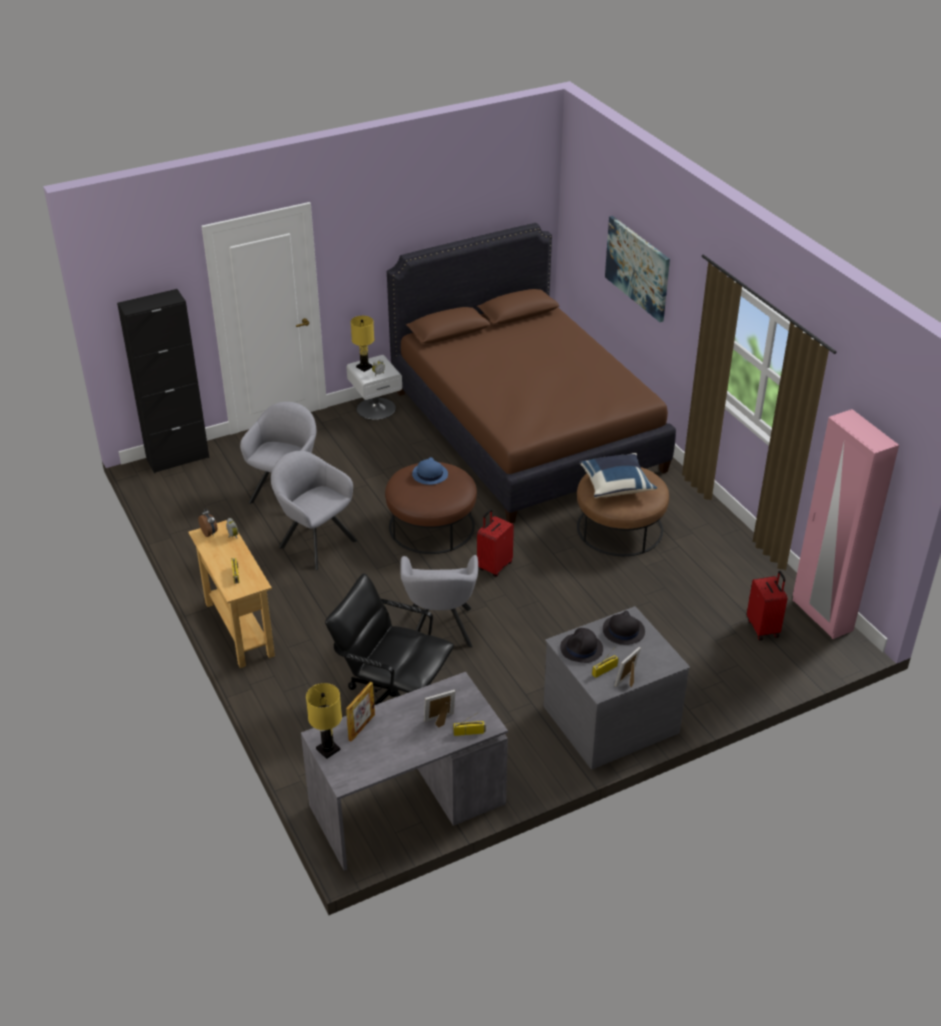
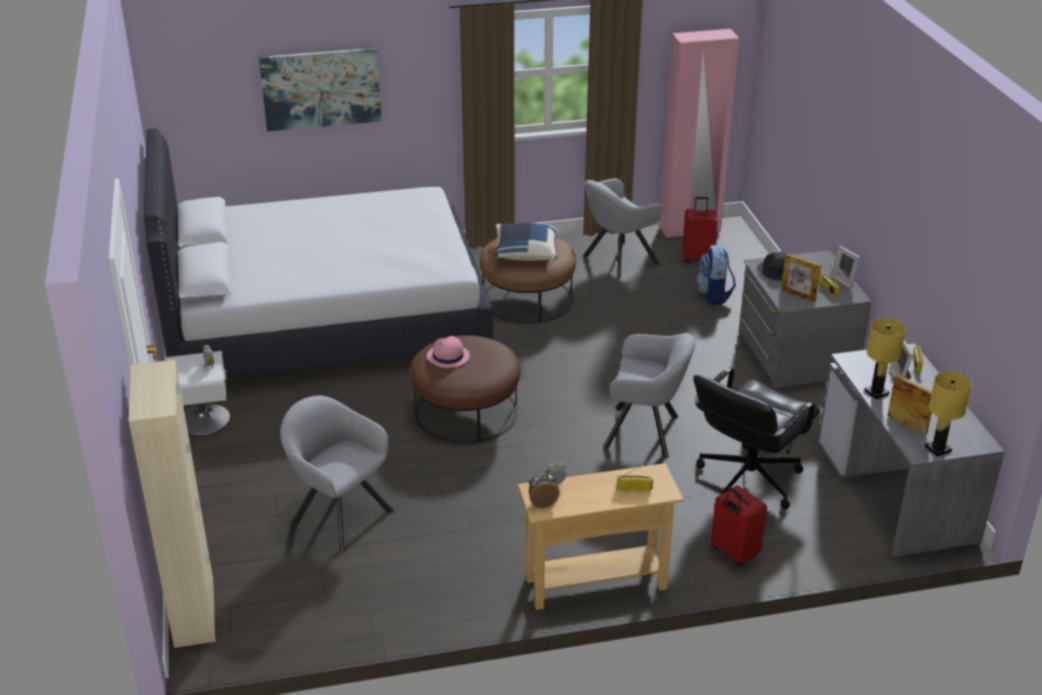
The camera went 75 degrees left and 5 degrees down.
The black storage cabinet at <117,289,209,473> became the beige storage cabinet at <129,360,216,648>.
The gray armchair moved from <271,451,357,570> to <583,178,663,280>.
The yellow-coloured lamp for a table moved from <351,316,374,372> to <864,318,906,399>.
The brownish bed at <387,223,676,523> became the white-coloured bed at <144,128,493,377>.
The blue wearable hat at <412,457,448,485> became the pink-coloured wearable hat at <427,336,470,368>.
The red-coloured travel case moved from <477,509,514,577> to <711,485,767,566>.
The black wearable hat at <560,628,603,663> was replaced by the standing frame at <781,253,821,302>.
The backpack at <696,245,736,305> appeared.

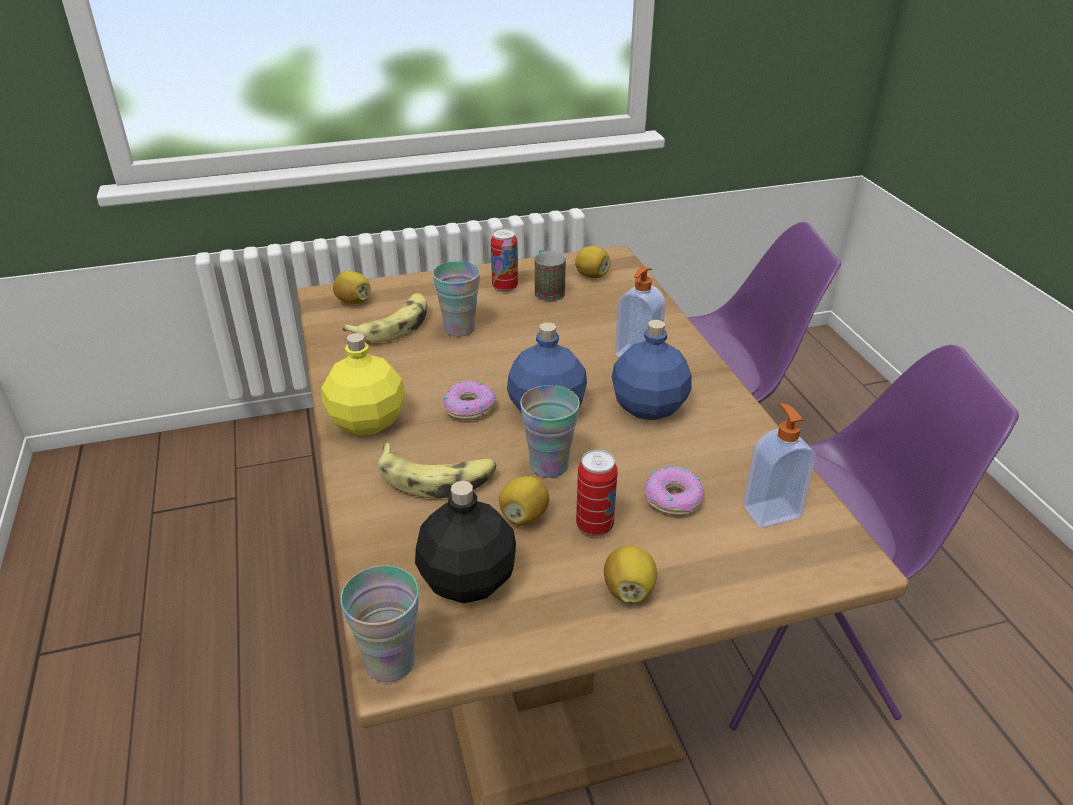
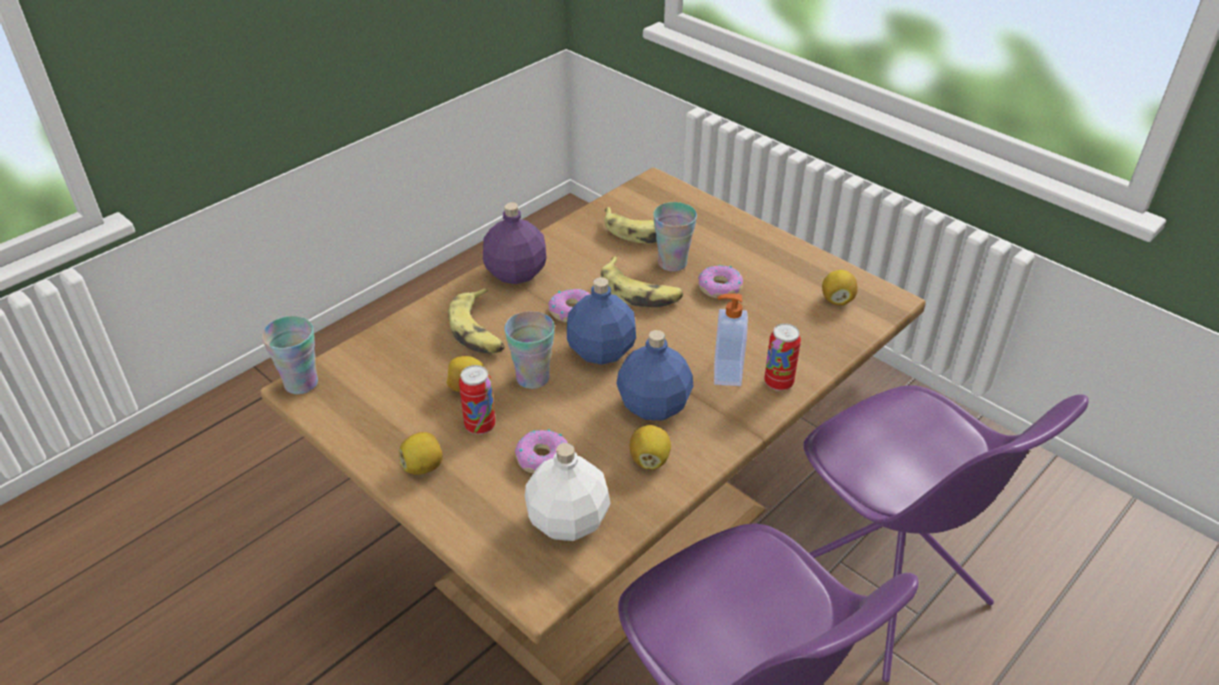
The camera went 60 degrees right and 5 degrees up.
The yellow-coloured drink bottle at <321,333,405,436> became the purple drink bottle at <483,202,547,284>.
The whole lemon moved from <333,271,371,304> to <630,425,671,469>.
The black drink bottle at <415,481,516,603> disappeared.
The metal can moved from <491,228,518,292> to <764,323,801,391>.
The tea mug at <535,250,566,301> disappeared.
The liquid soap bottle at <743,403,816,528> was replaced by the white-coloured drink bottle at <525,443,610,541>.
The whole banana at <601,256,683,308> appeared.
The ring doughnut at <698,264,743,298> appeared.

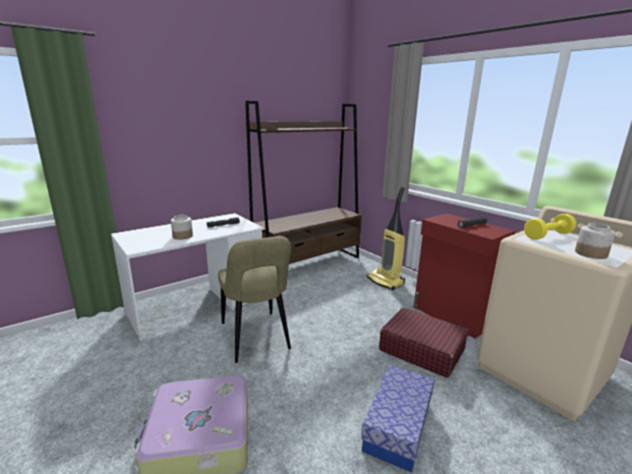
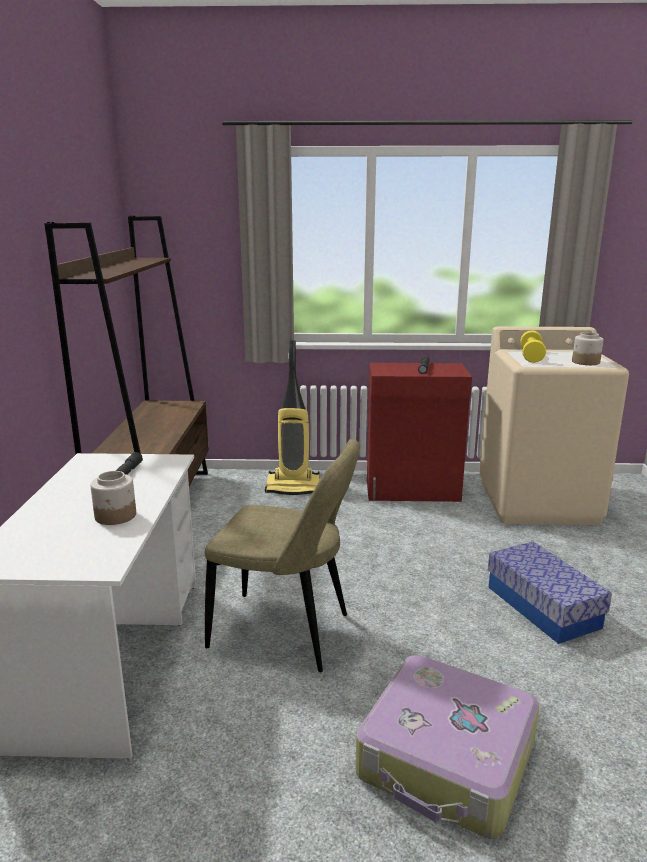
The camera went 50 degrees left and 0 degrees up.
The red-coloured travel case at <379,308,469,378> disappeared.

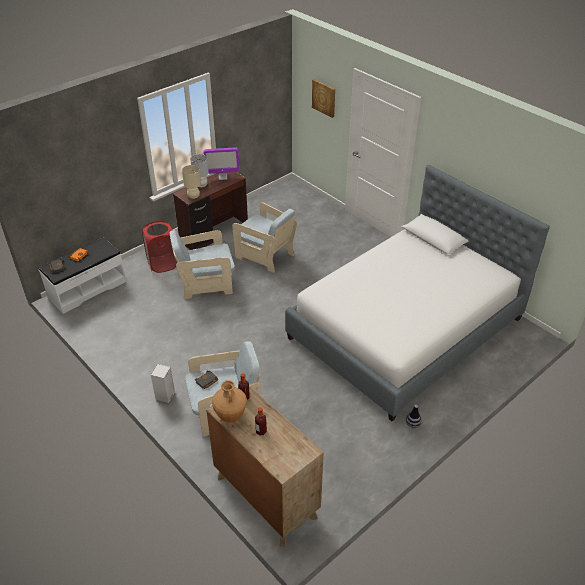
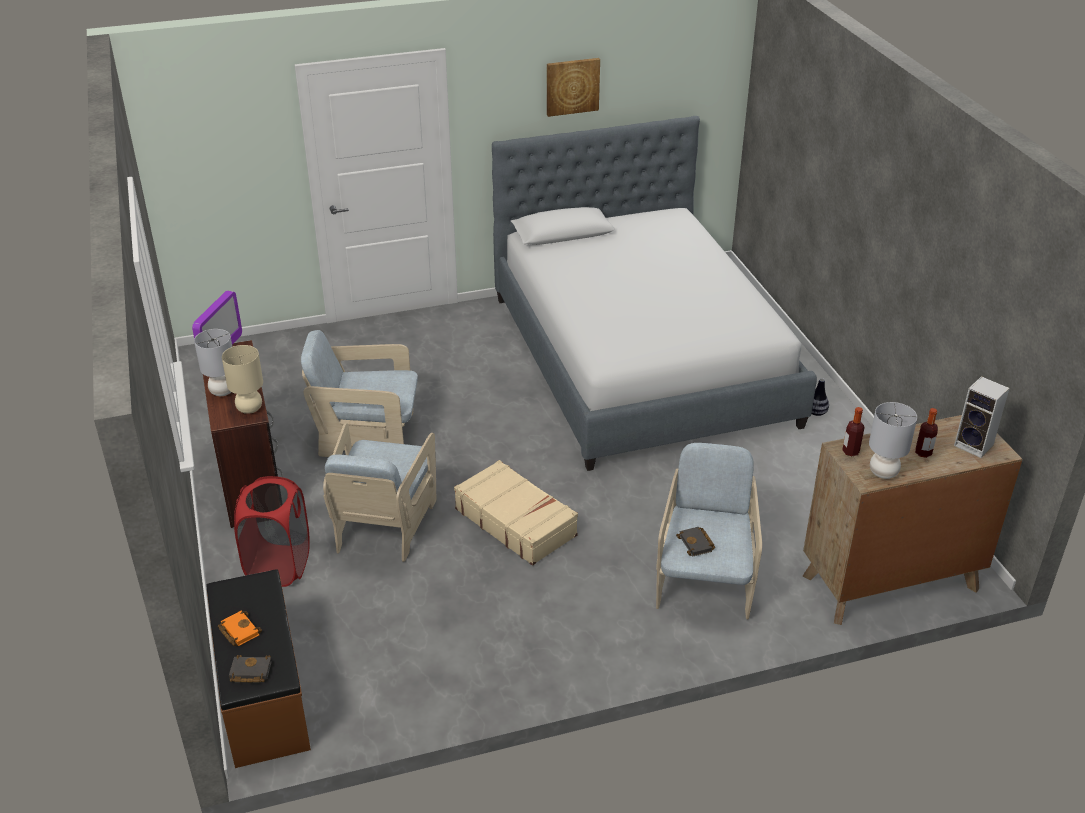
The camera went 65 degrees left and 5 degrees down.
The white-coloured long seat at <38,238,126,314> became the brownish long seat at <206,569,311,768>.
The loudspeaker moved from <151,364,175,403> to <954,376,1009,458>.
The brownish vase at <212,380,247,423> was replaced by the gray lamp for a table at <869,402,917,479>.
The beige armchair at <232,203,297,273> turned 150 degrees counterclockwise.
The wall picture moved from <312,79,335,118> to <547,58,600,117>.
The beige travel case at <454,460,578,566> appeared.

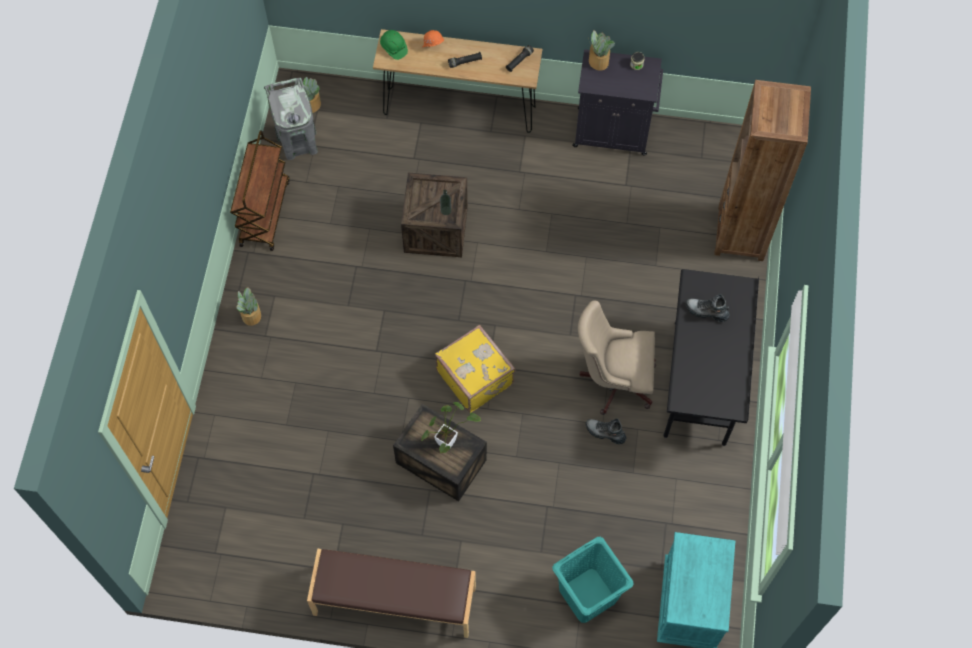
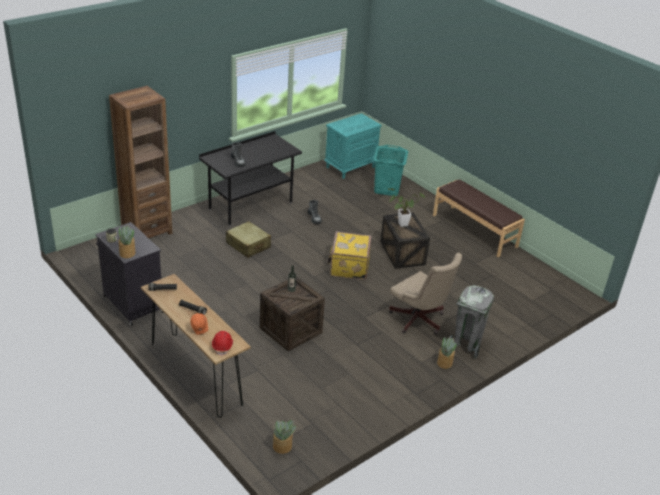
The camera went 140 degrees left and 30 degrees down.
The brownish trolley at <230,130,290,251> disappeared.
The gray trash can moved from <264,78,318,160> to <450,286,494,359>.
The greenish work helmet at <380,30,408,60> became the red-coloured work helmet at <212,331,233,356>.
The beige office chair moved from <578,300,656,415> to <389,253,462,334>.
The beige travel case at <226,221,271,258> appeared.

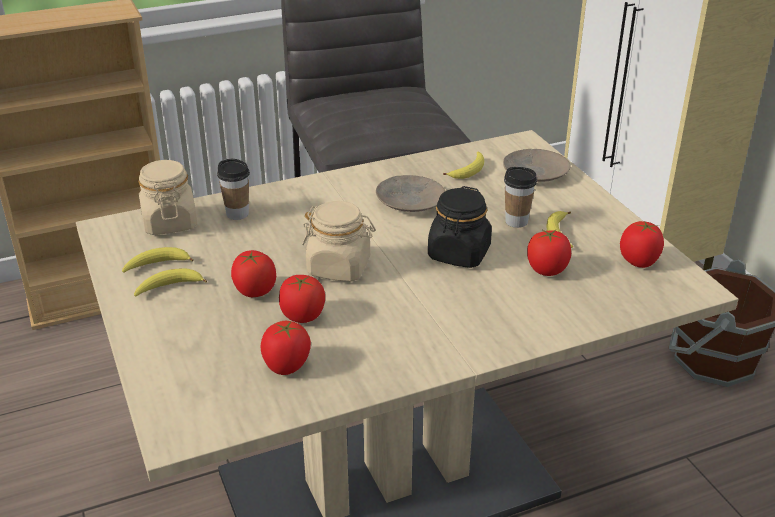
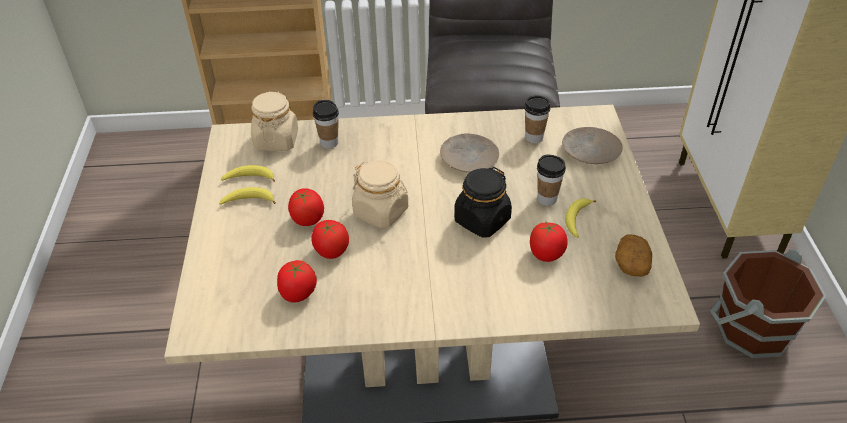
The camera went 20 degrees right and 10 degrees up.
The whole banana at <443,152,484,179> was replaced by the cup at <524,95,551,143>.
The fresh tomato at <620,221,664,268> was replaced by the whole potato at <615,235,652,277>.

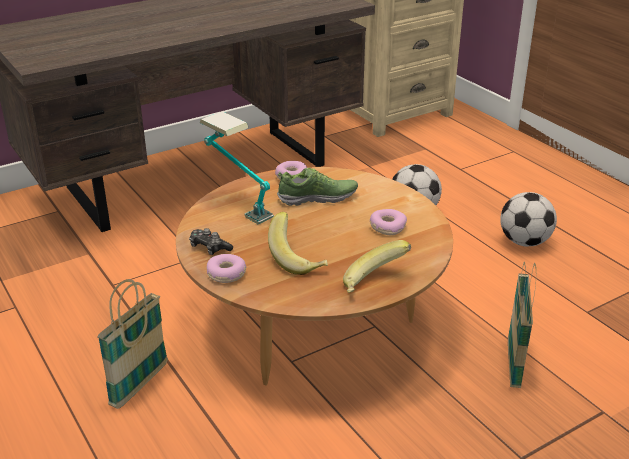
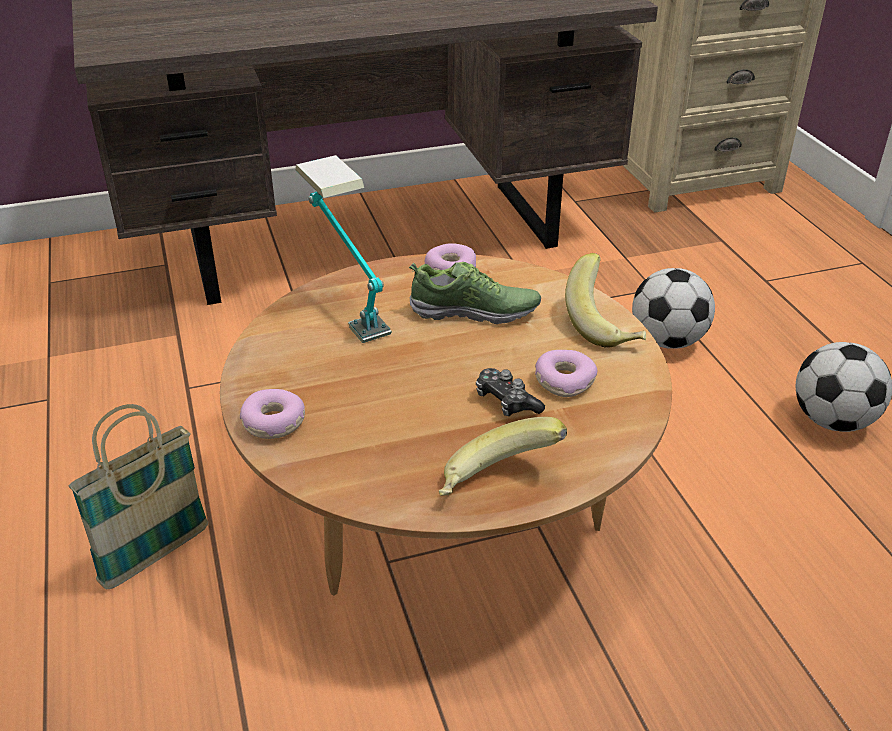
The camera went 15 degrees right and 5 degrees up.
The game controller moved from <189,228,233,255> to <476,368,545,416>.
The whole banana moved from <268,212,328,275> to <565,253,646,347>.
The basket at <508,262,536,388> disappeared.

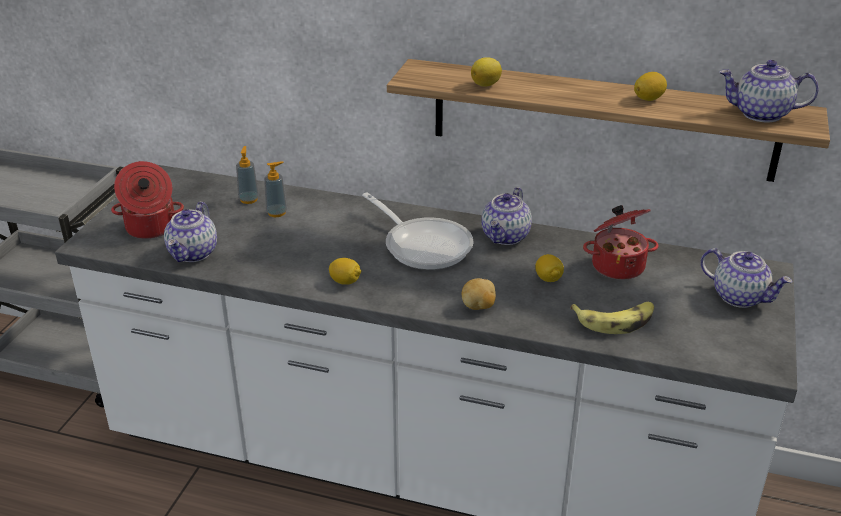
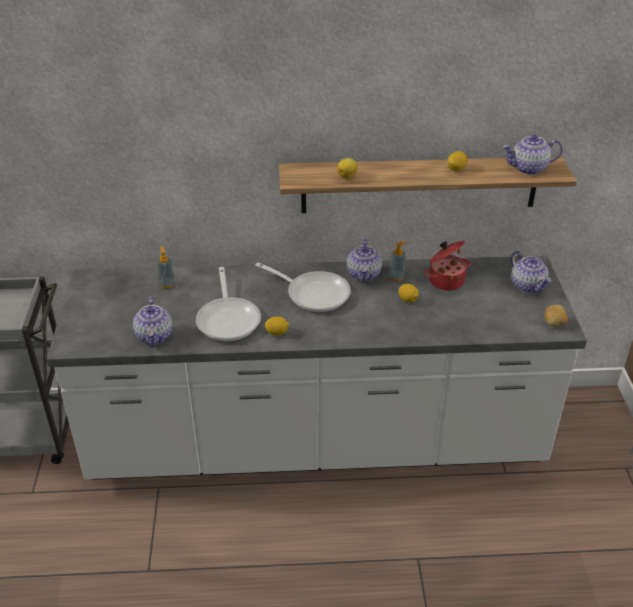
The camera went 20 degrees left and 5 degrees up.
The saucepot at <111,161,184,239> disappeared.
The liquid soap bottle moved from <264,161,287,217> to <389,241,406,281>.
The whole potato moved from <462,278,496,310> to <545,305,568,327>.
The whole banana at <571,302,654,334> disappeared.
The pot for tea at <701,248,793,308> turned 45 degrees clockwise.
The skillet at <196,267,261,342> appeared.

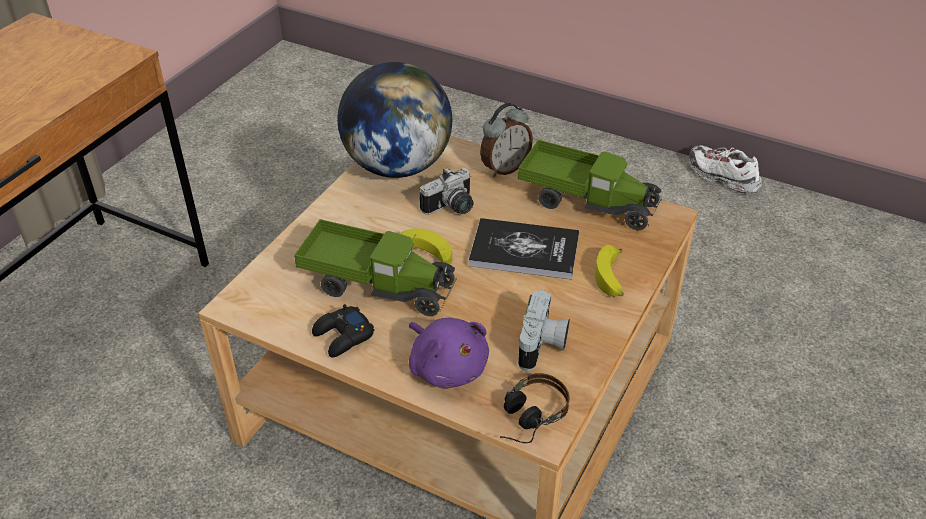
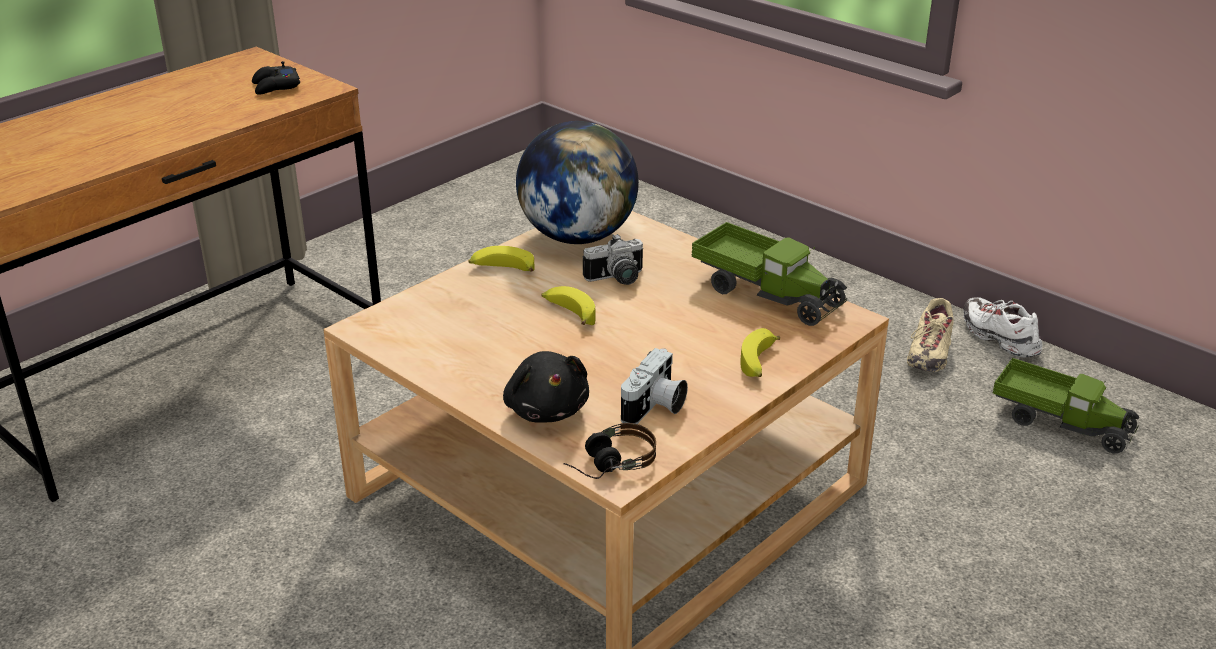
The camera went 15 degrees right and 10 degrees down.
The model truck moved from <294,219,457,316> to <993,358,1139,454>.
The black game controller moved from <312,304,374,358> to <252,61,300,95>.
The purple plush toy at <409,318,489,389> became the black plush toy at <503,351,589,423>.
The book at <469,218,579,280> disappeared.
The alarm clock at <480,103,533,177> disappeared.
The whole banana at <468,246,534,272> appeared.
The beige shoe at <907,298,954,372> appeared.

